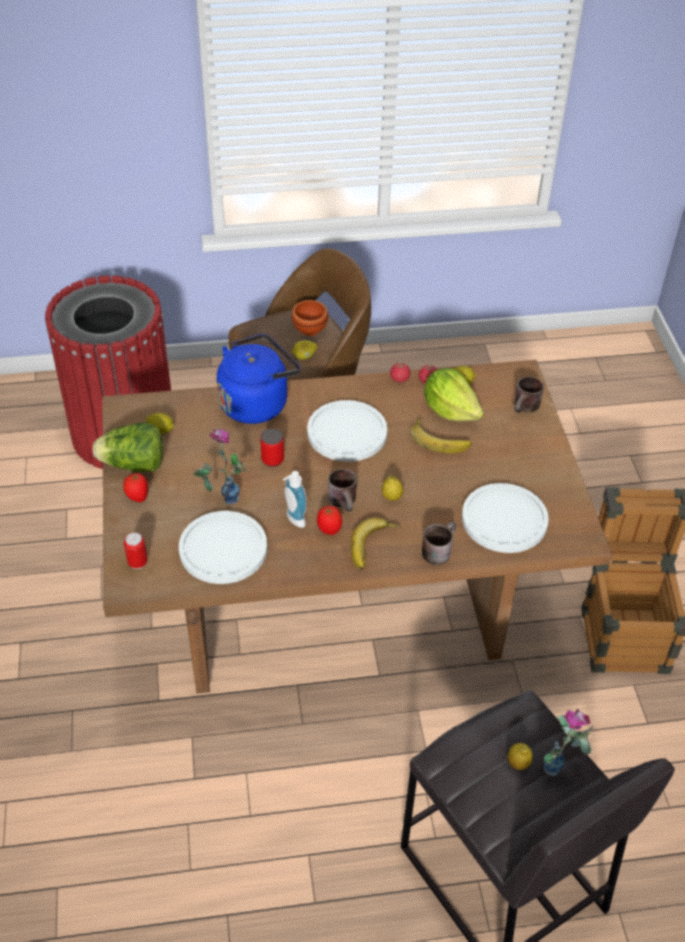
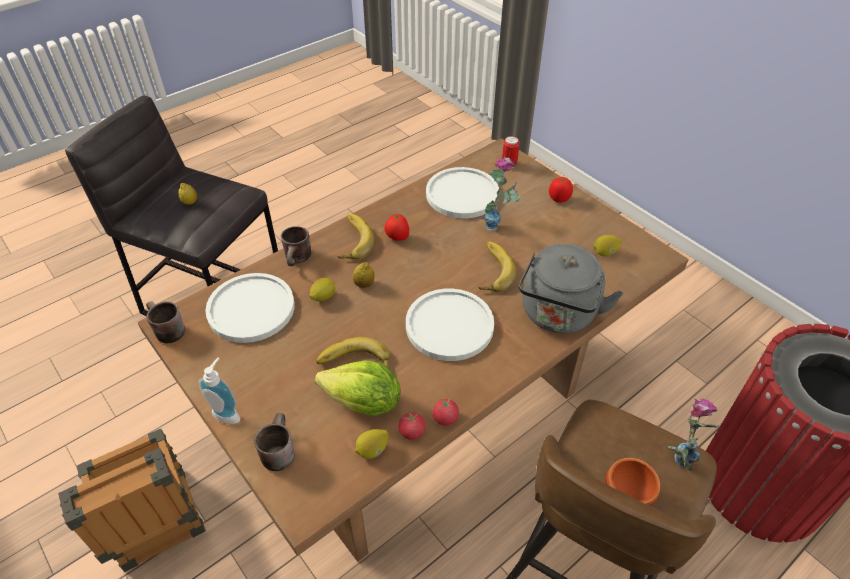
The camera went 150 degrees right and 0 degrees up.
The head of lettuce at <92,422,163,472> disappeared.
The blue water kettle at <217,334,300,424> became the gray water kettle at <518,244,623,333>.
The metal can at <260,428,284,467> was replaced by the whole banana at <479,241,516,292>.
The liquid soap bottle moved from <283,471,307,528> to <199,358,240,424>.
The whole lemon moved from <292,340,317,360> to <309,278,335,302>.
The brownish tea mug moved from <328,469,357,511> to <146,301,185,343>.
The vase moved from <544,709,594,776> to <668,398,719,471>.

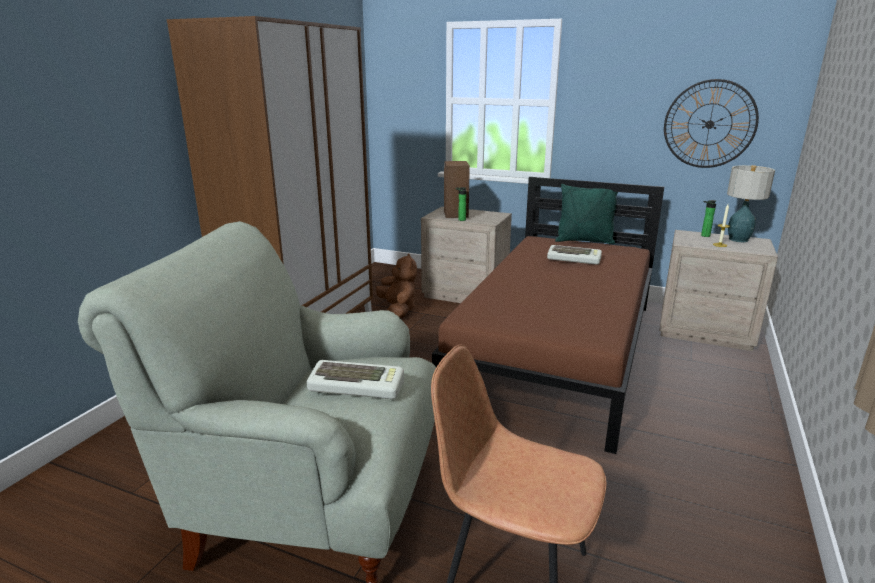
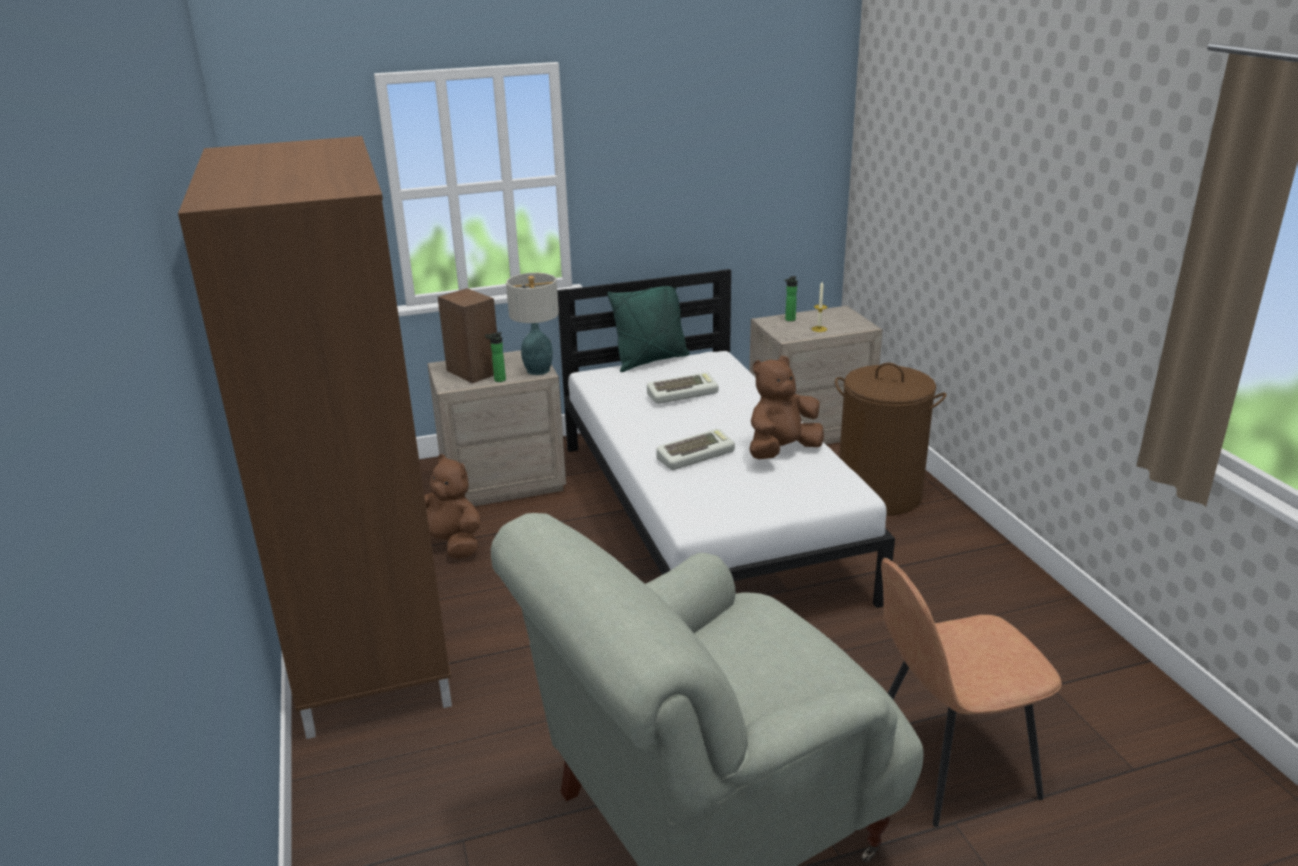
The camera went 40 degrees left and 5 degrees up.
The PC keyboard moved from <307,360,404,399> to <656,429,735,470>.
The brownish bed at <432,177,664,454> became the white-coloured bed at <557,269,895,608>.
The wall clock at <664,79,759,168> disappeared.
The lamp for a table moved from <727,165,775,242> to <506,273,559,375>.
The brownish plush toy at <749,356,824,459> appeared.
The brownish washing basket at <835,363,947,515> appeared.

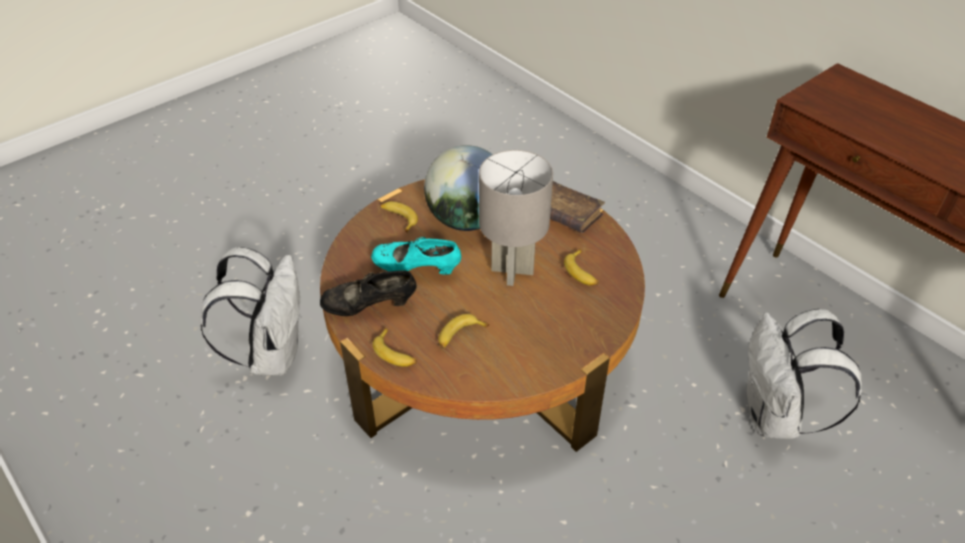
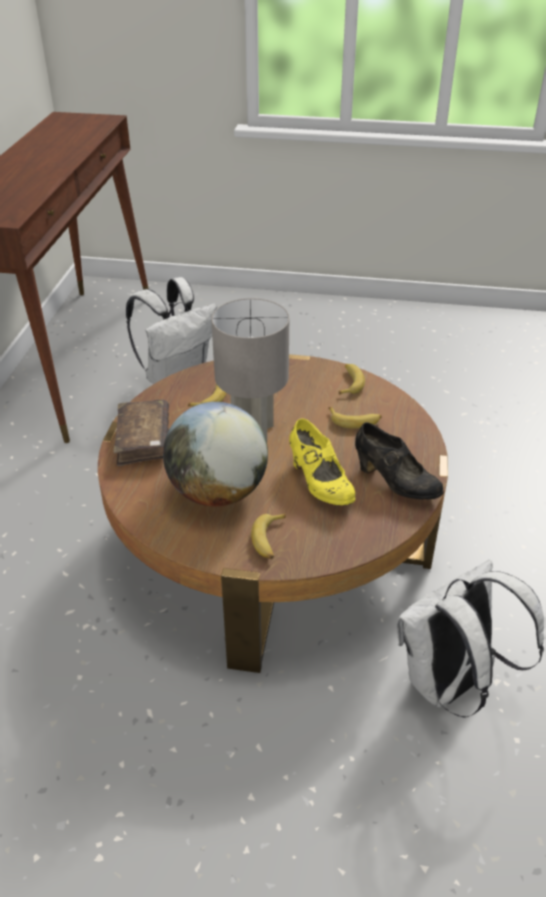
The camera went 130 degrees left and 5 degrees down.
The blue-green shoe at <371,237,461,275> became the yellow-coloured shoe at <289,418,355,505>.
The whole banana moved from <373,328,417,367> to <339,364,365,395>.

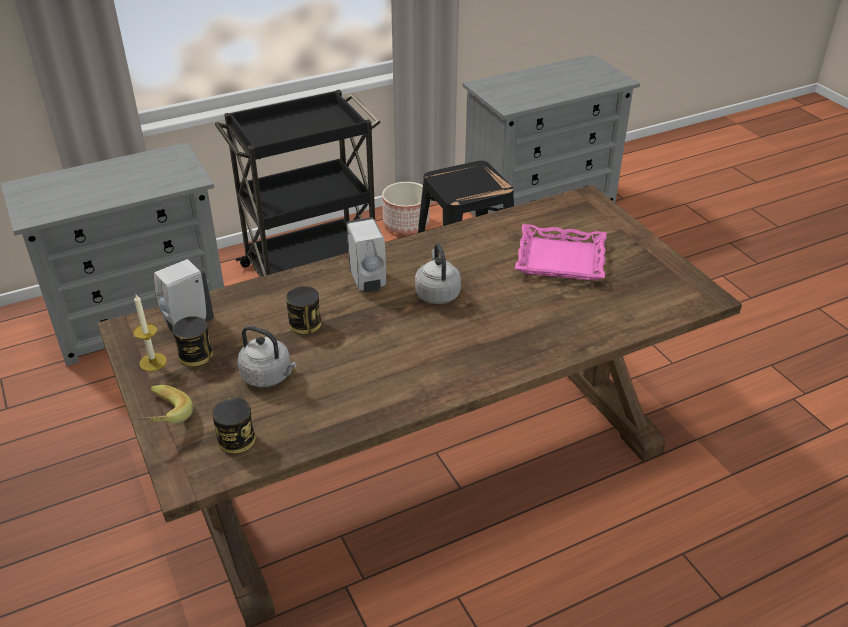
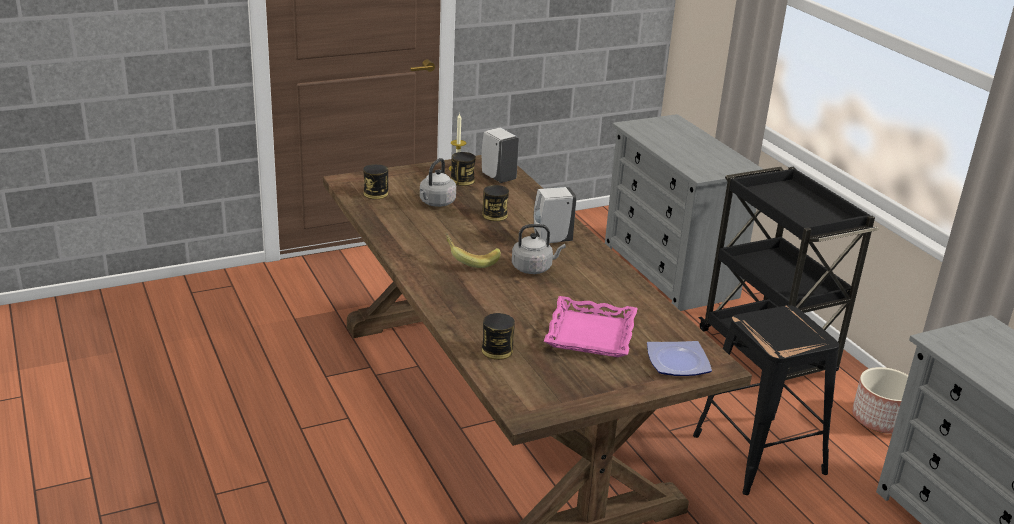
The camera went 90 degrees right and 10 degrees down.
The whole banana moved from <139,385,193,423> to <445,233,501,268>.
The metal can at <482,313,515,360> appeared.
The flat dish at <647,341,712,376> appeared.

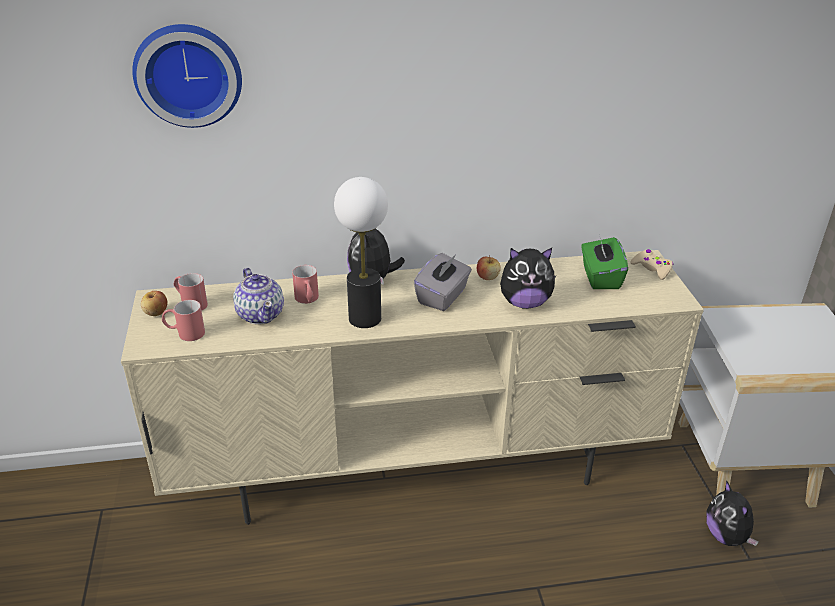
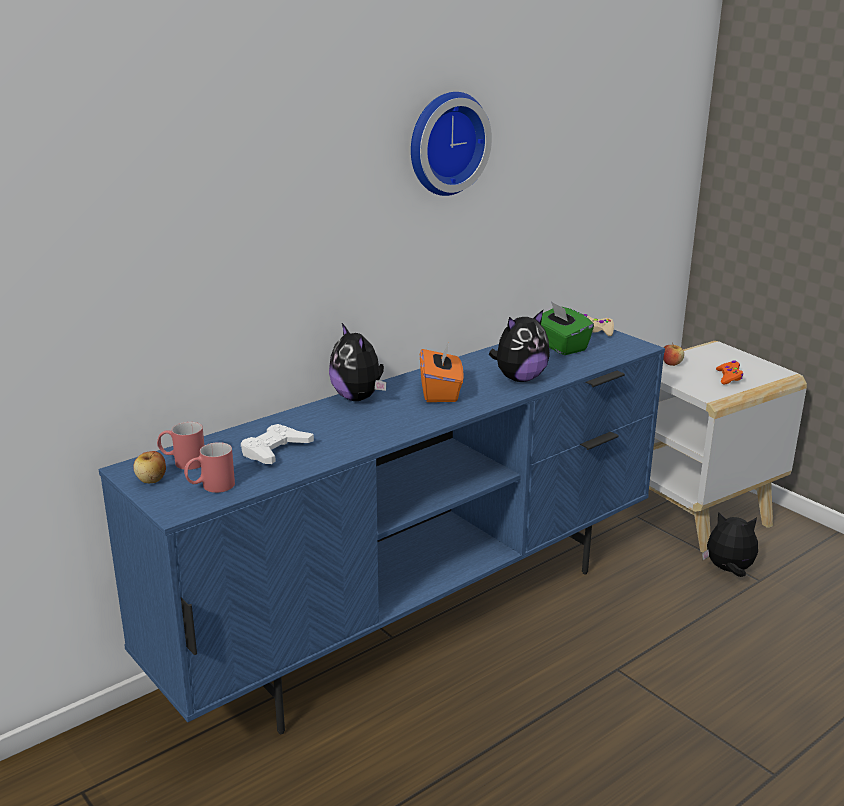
The camera went 30 degrees left and 10 degrees down.
The beige media console at <121,250,704,525> became the blue media console at <99,330,665,734>.
The wall clock moved from <132,24,242,128> to <411,92,492,196>.
The pot for tea at <233,268,284,324> was replaced by the white-coloured game controller at <241,424,314,464>.
The red-coloured tea mug at <292,265,319,304> disappeared.
The lamp for a table at <334,177,388,328> disappeared.
The gray tissue holder at <414,253,472,311> became the orange-coloured tissue holder at <420,341,464,402>.
The whole apple moved from <477,255,501,280> to <663,343,684,366>.
The plush toy at <706,480,759,546> turned 150 degrees clockwise.
The orange-coloured game controller at <716,360,743,384> appeared.

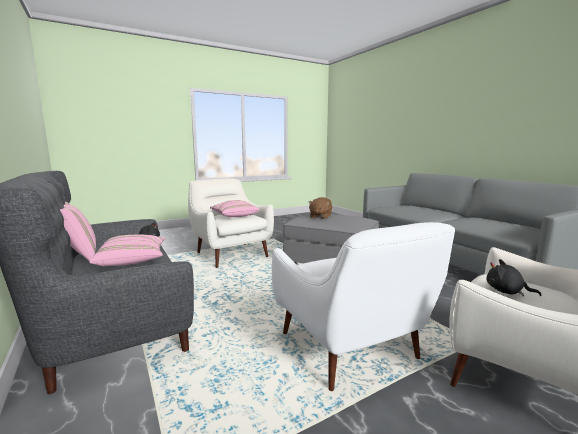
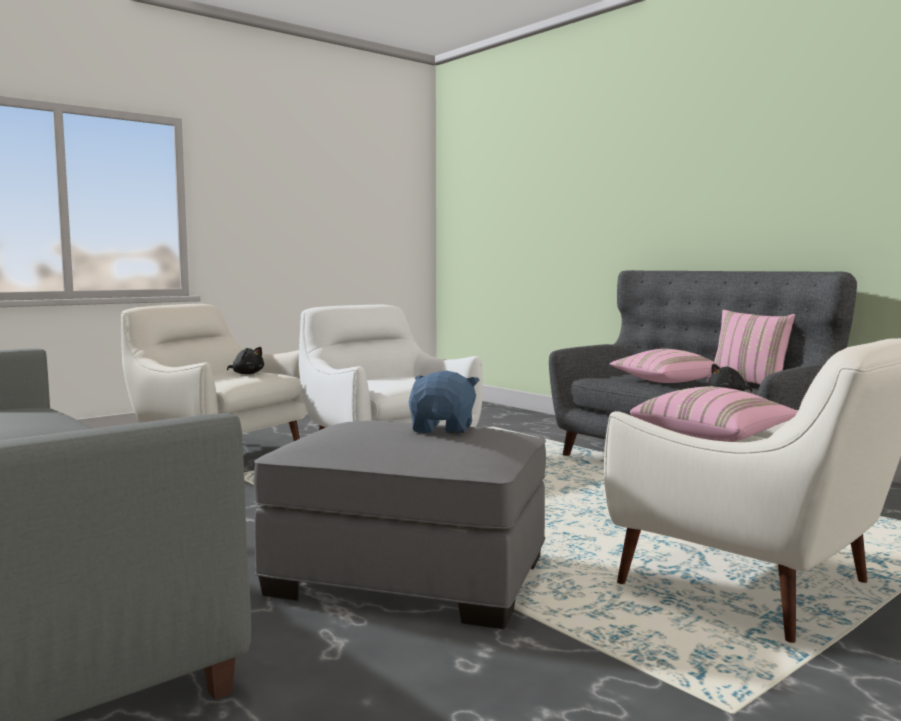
The camera went 170 degrees right and 5 degrees down.
The brownish plush toy at <308,197,332,219> became the blue plush toy at <409,371,480,434>.

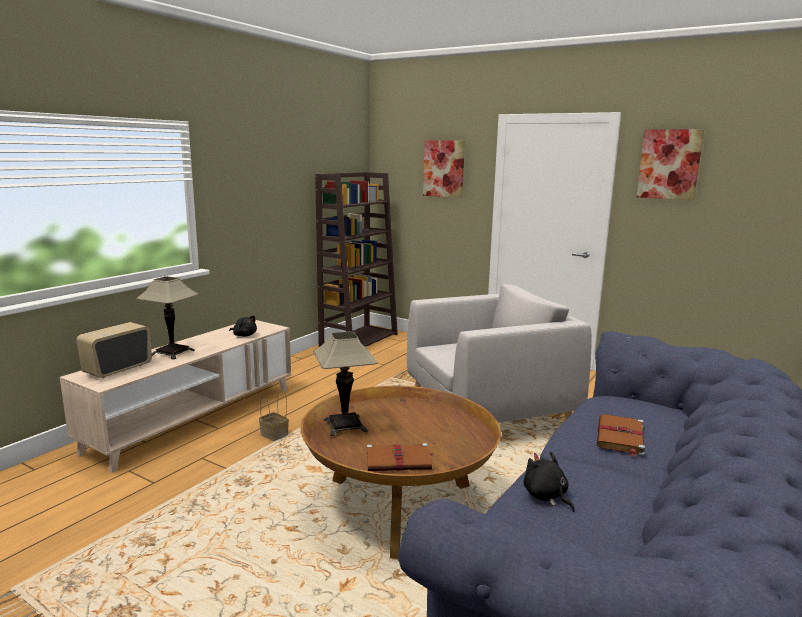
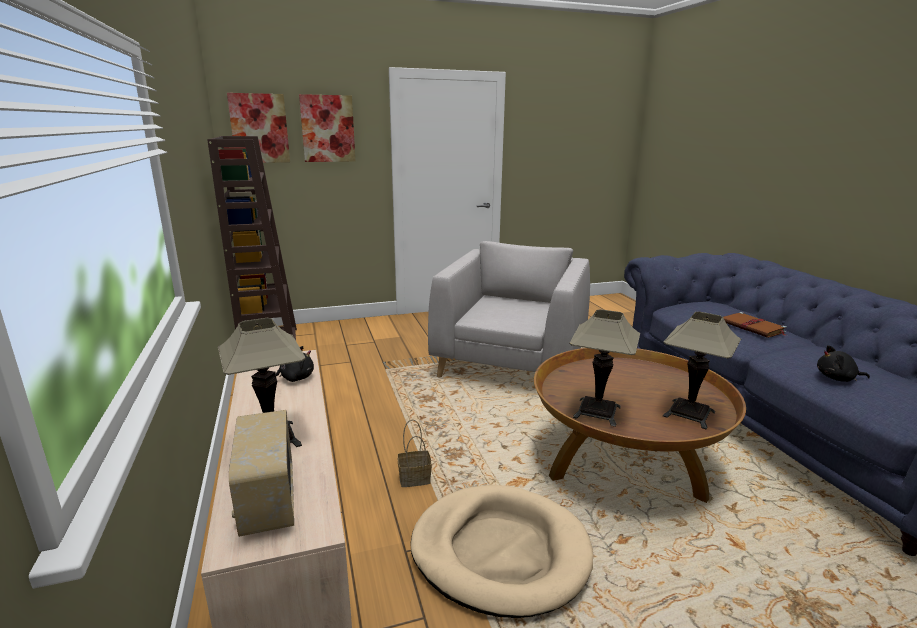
The camera went 50 degrees left and 5 degrees up.
The brownish book at <367,443,434,471> was replaced by the lamp for a table at <663,312,741,430>.
The wall picture moved from <637,129,704,200> to <227,93,290,163>.
The beige dog bed at <410,485,593,618> appeared.

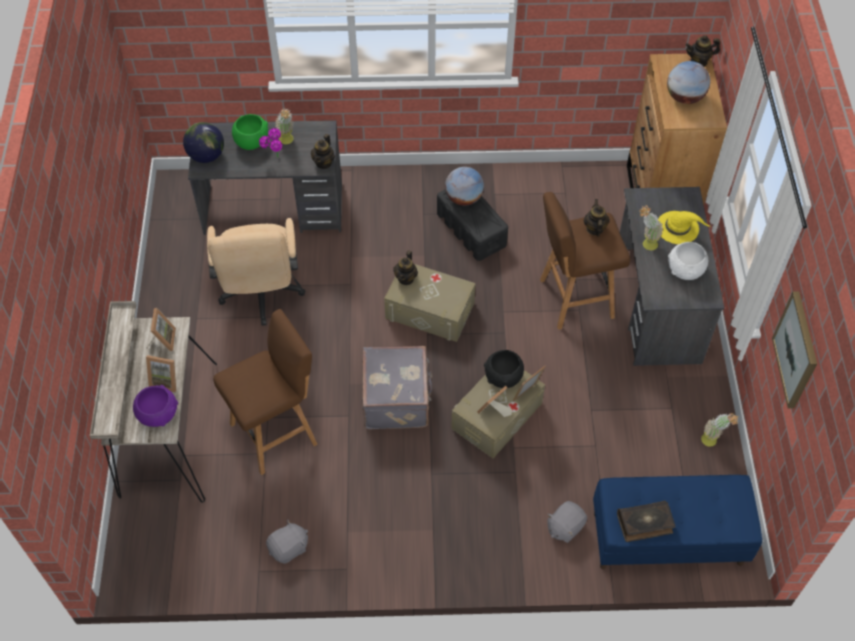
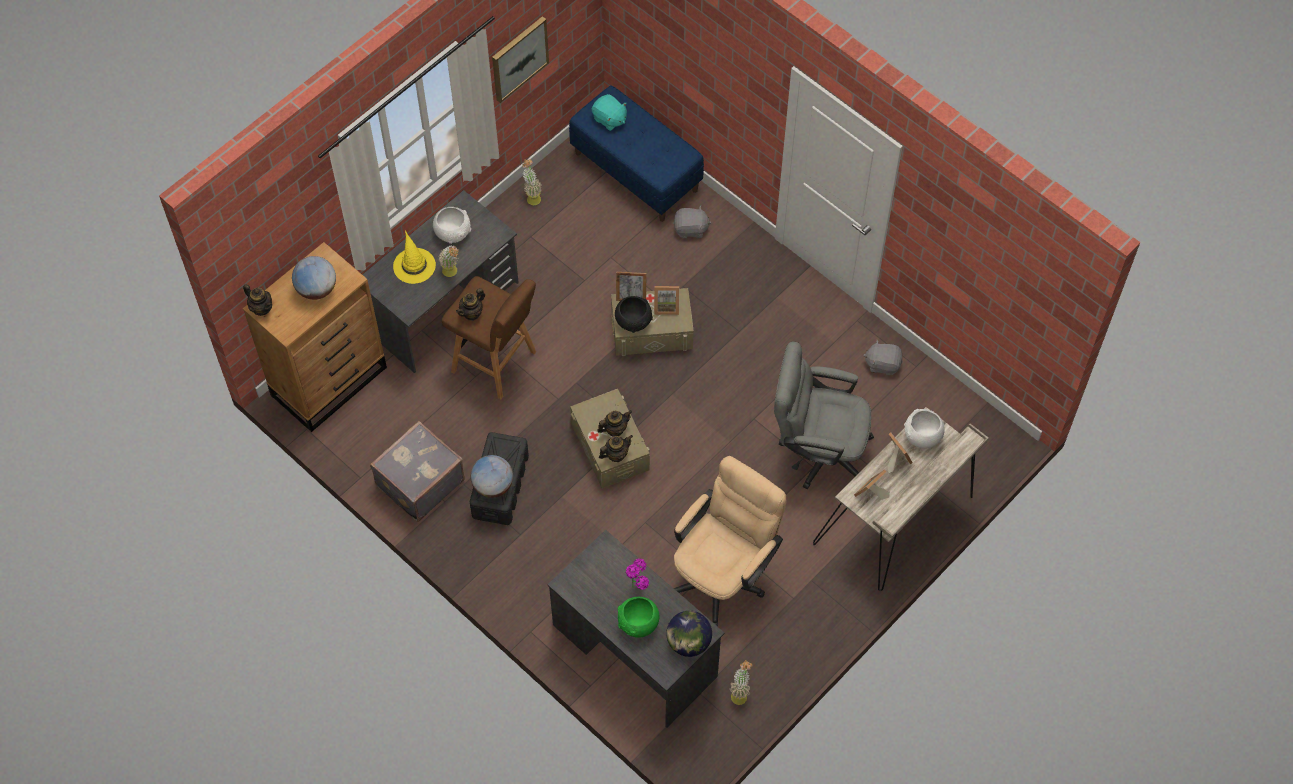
The camera went 135 degrees left and 5 degrees up.
The purple deep dish at <133,385,178,427> became the white-coloured deep dish at <904,409,945,449>.
The brownish sitting stool at <213,309,317,475> was replaced by the gray office chair at <774,342,874,489>.
The plant in a pot moved from <275,108,294,144> to <730,661,753,705>.
The pot for tea moved from <311,134,335,169> to <597,410,632,437>.
The gray travel case moved from <362,346,433,429> to <370,421,465,522>.
The book at <617,501,676,542> disappeared.
The blue-green plush toy at <592,94,627,131> appeared.

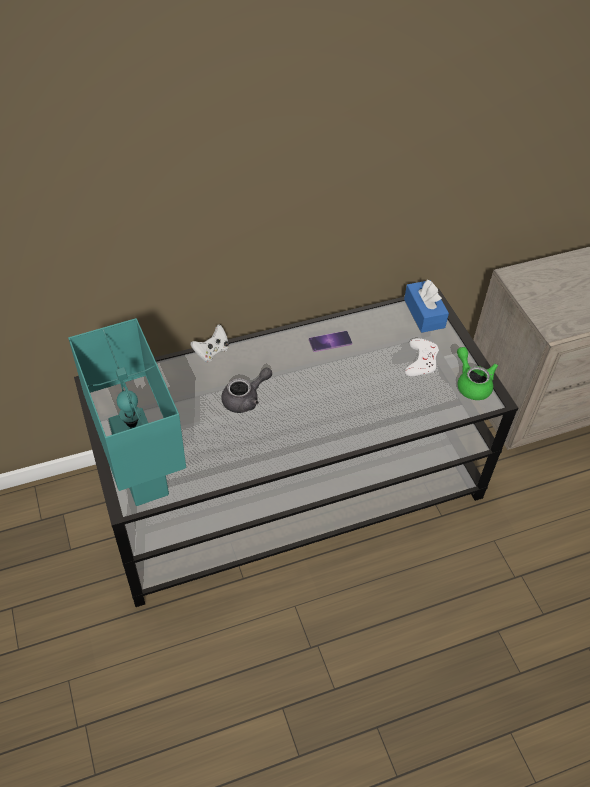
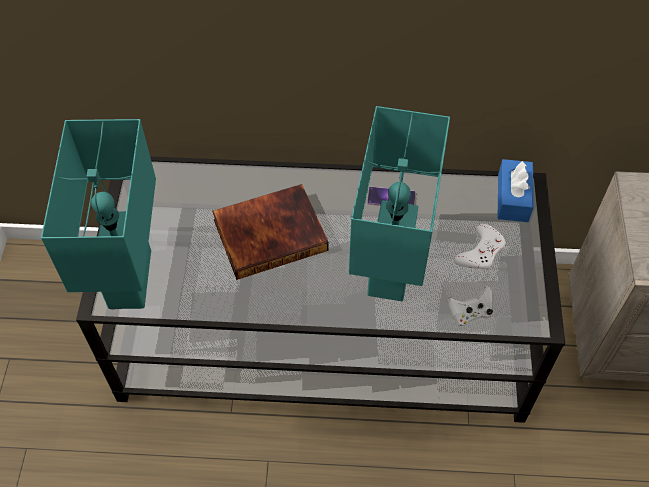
The camera went 25 degrees right and 5 degrees up.
The white-coloured game controller moved from <190,325,229,362> to <447,285,493,327>.
The gray pot for tea at <221,368,272,413> was replaced by the book at <212,184,329,280>.
The greenish pot for tea at <457,347,498,400> disappeared.
The blue-green lamp for a table at <349,106,450,301> appeared.

